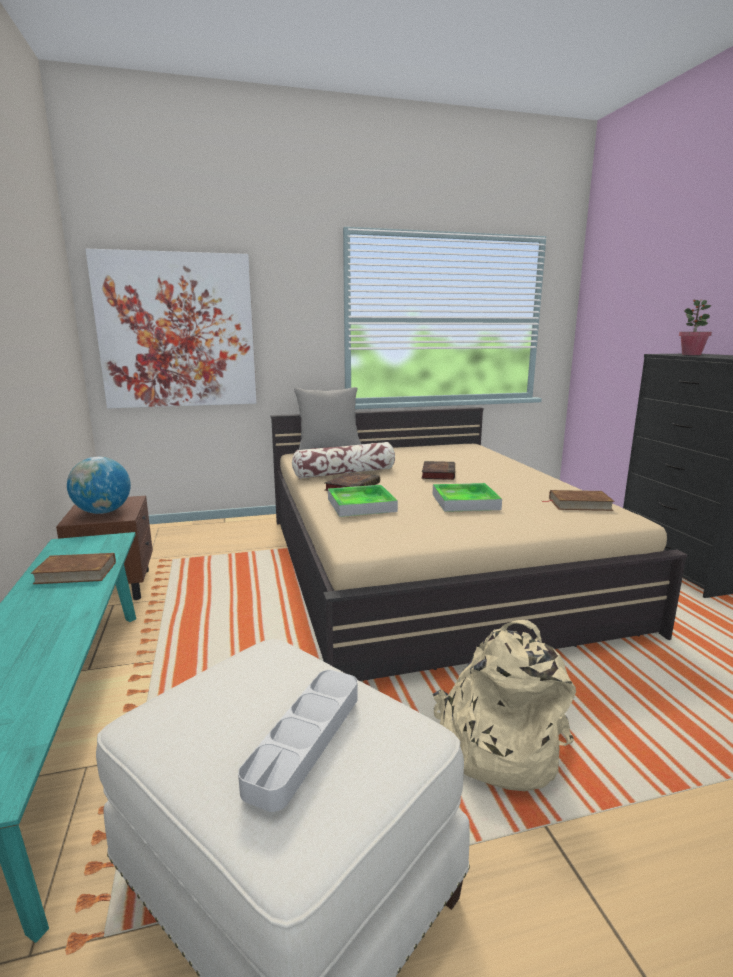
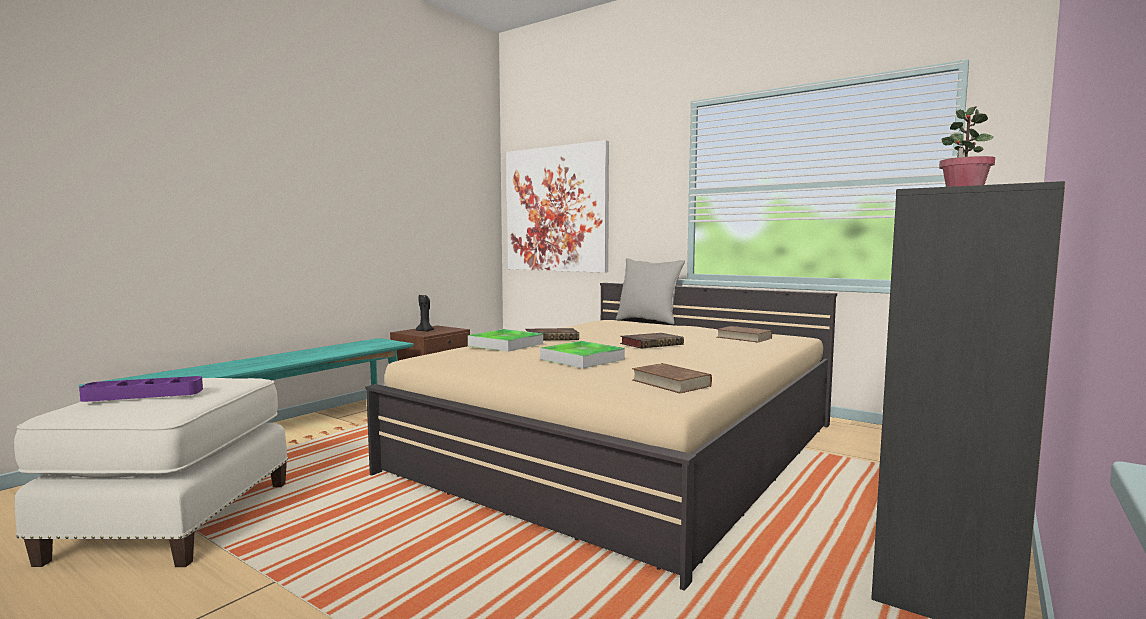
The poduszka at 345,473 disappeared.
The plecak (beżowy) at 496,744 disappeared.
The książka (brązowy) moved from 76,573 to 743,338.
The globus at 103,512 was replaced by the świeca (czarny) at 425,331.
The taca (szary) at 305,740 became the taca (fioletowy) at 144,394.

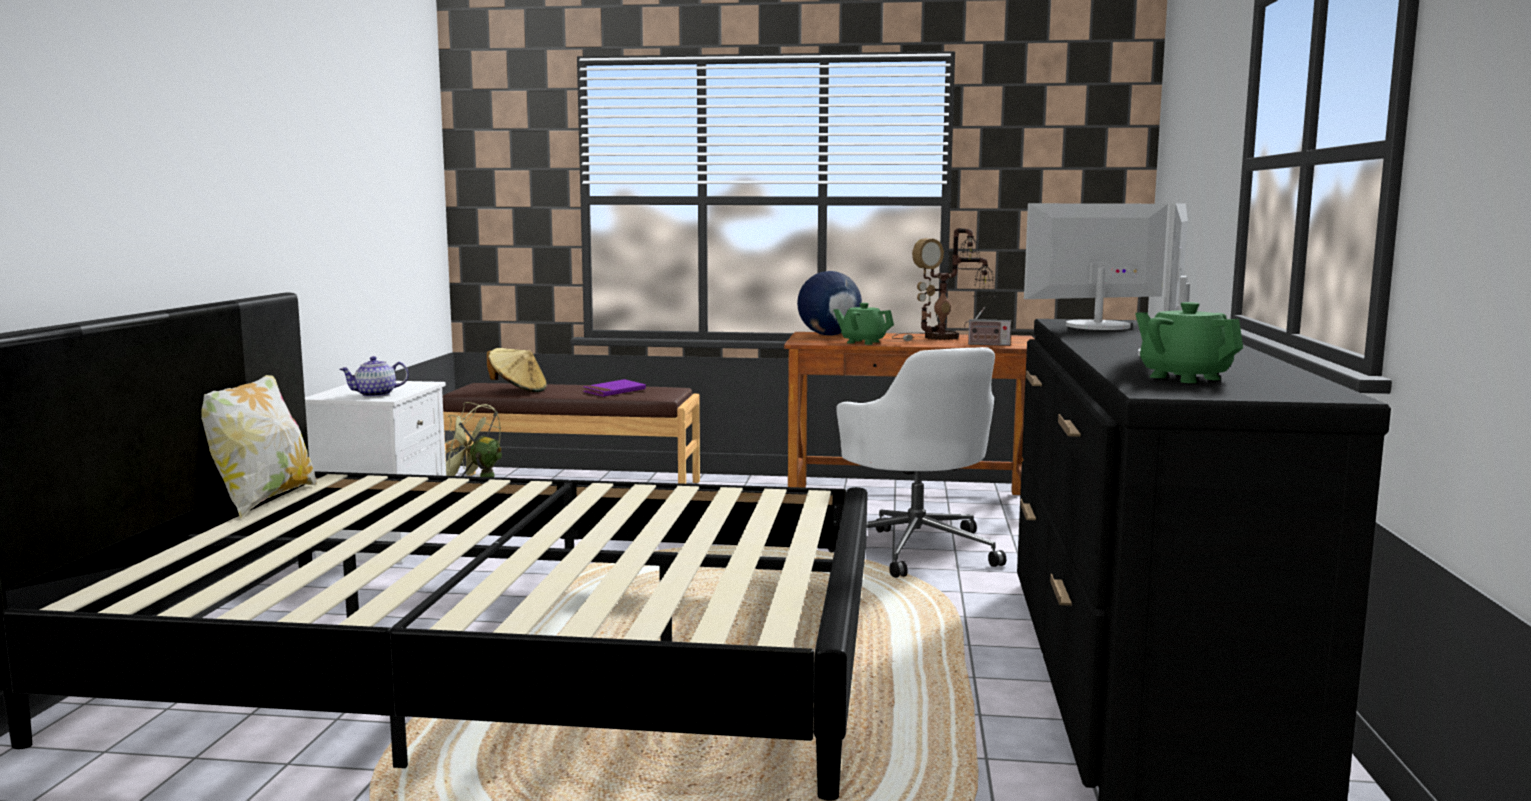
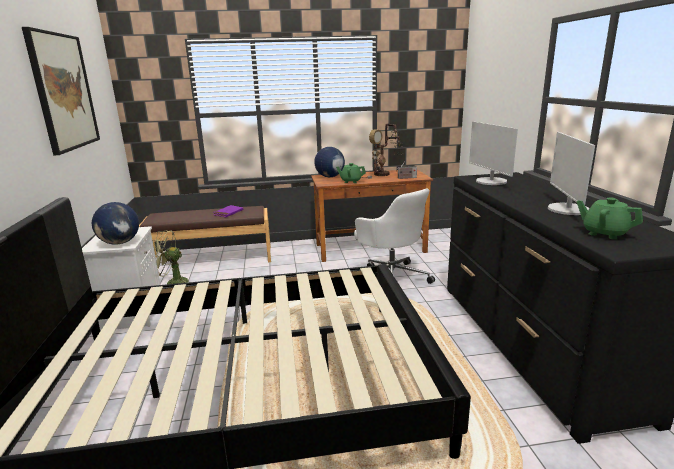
The poduszka at 260,500 disappeared.
The kapelusz (beżowy) at 518,390 disappeared.
The obraz at 64,92 appeared.
The imbryk at 375,394 was replaced by the globus at 120,243.
The monitor at 1096,326 turned 75 degrees counterclockwise.

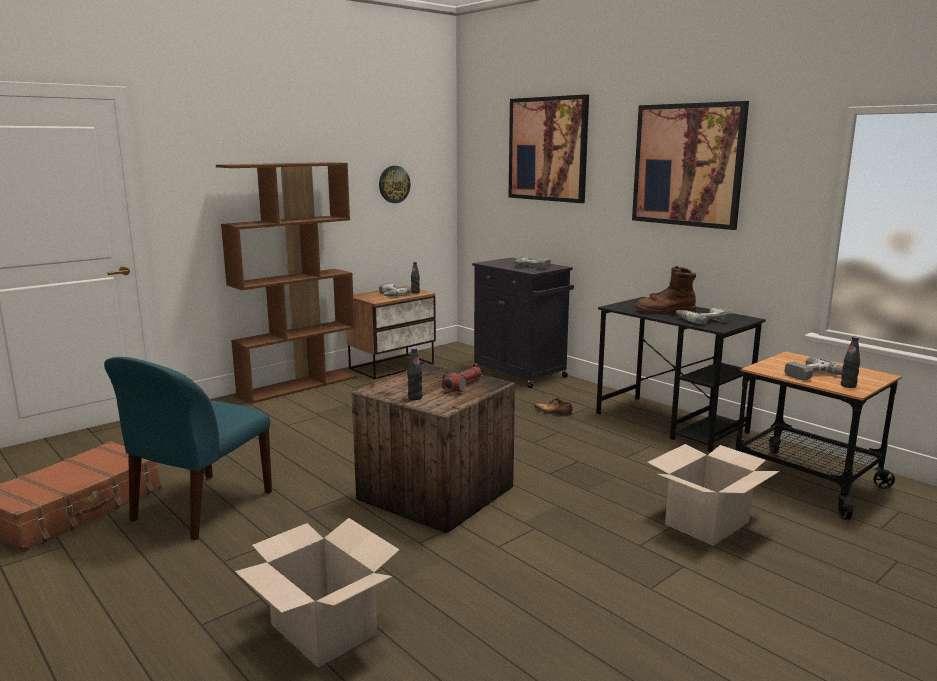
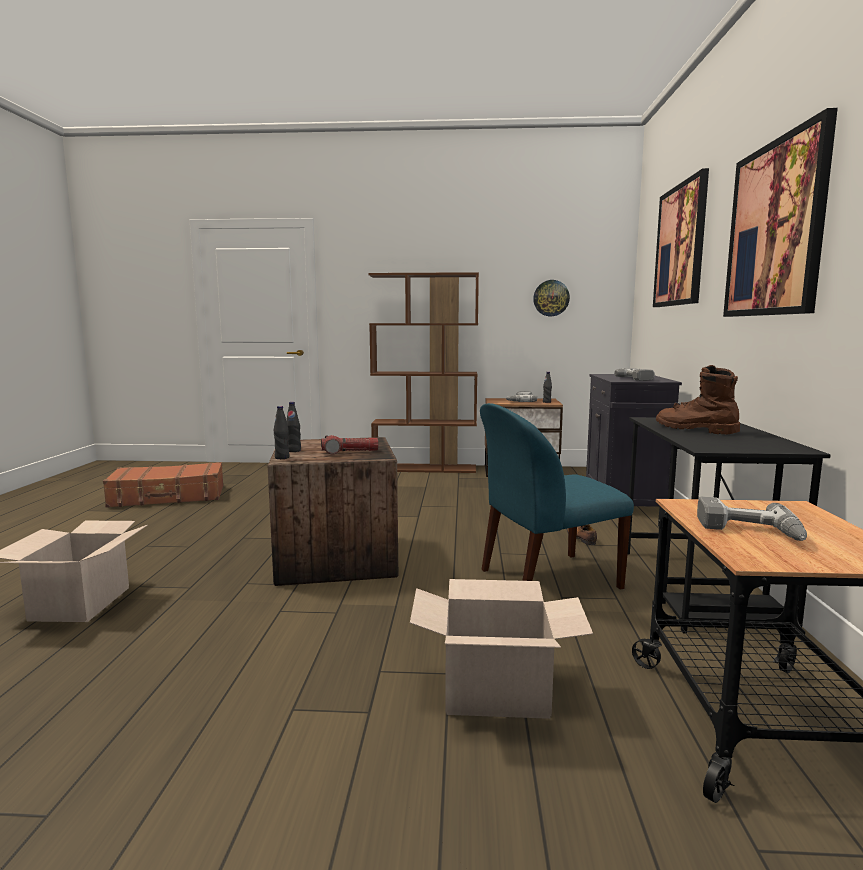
The wiertarka at 702,320 disappeared.
The krzesło (niebieski) moved from 200,507 to 546,579.
The butelka (czarny) moved from 848,386 to 282,458.

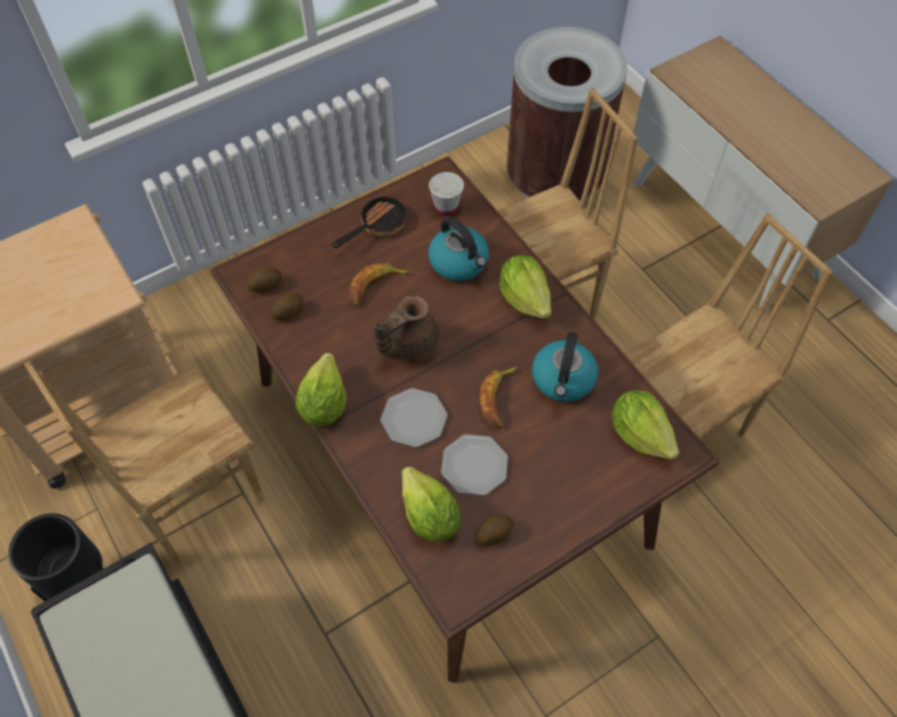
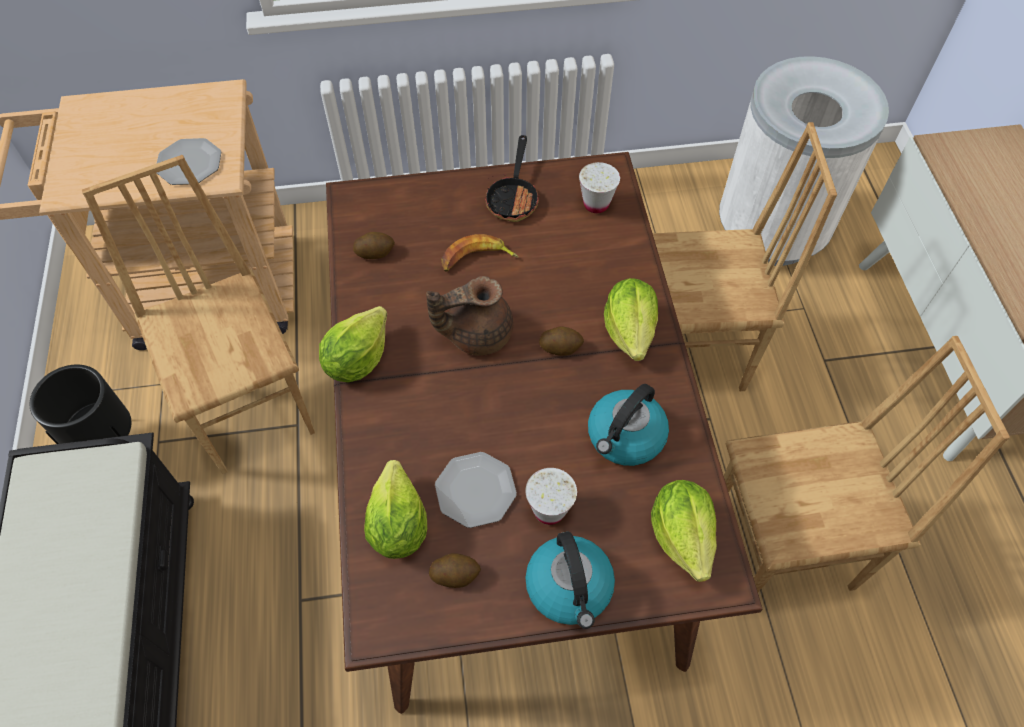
The banan at 498,399 disappeared.
The filiżanka (biały) at 549,510 appeared.
The ziemniak moved from 265,285 to 560,347.
The talerz moved from 413,418 to 189,163.
The czajnik moved from 459,262 to 570,588.
The kosz na śmieci (brązowy) at 554,179 became the kosz na śmieci (biały) at 771,230.
The krzesło (brązowy) at 194,495 turned 75 degrees clockwise.
The patelnia at 377,225 turned 120 degrees clockwise.

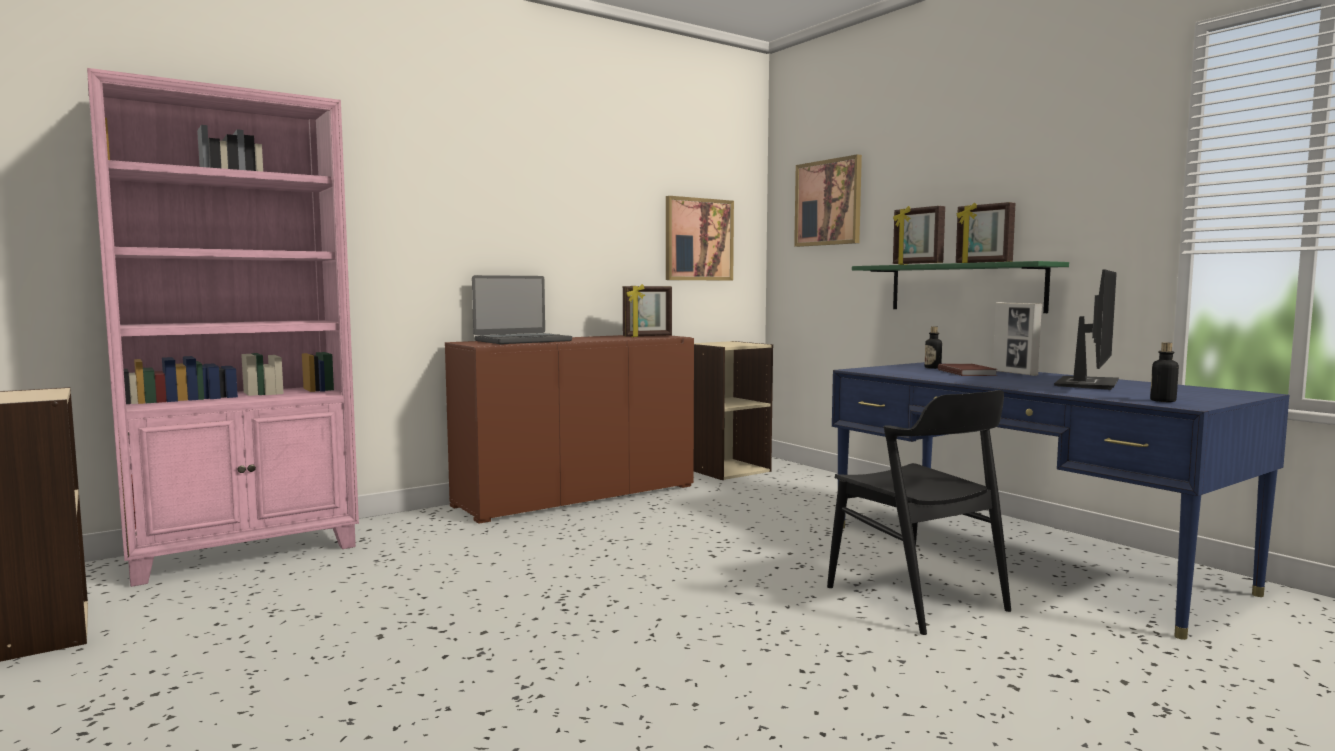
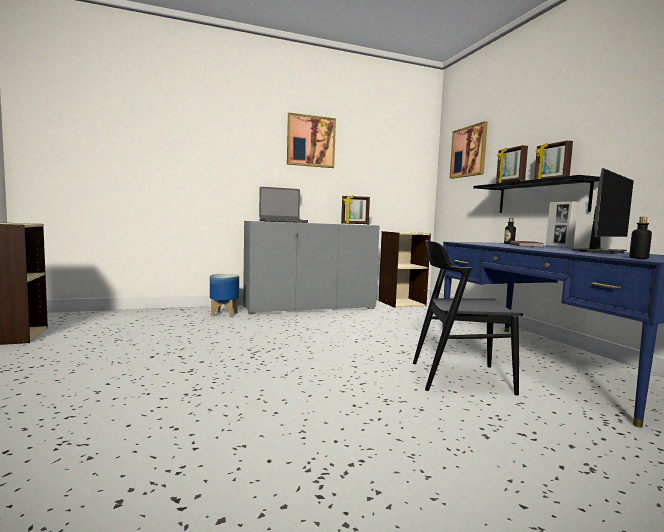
The regał (różowy) at 246,552 disappeared.
The donica at 224,314 appeared.
The obraz moved from 698,239 to 311,141.
The szafka (brązowy) at 576,495 became the szafka (szary) at 309,307.
The półka (zielony) at 965,287 became the półka (czarny) at 541,197.
The krzesło (czarny) at 916,598 turned 105 degrees clockwise.

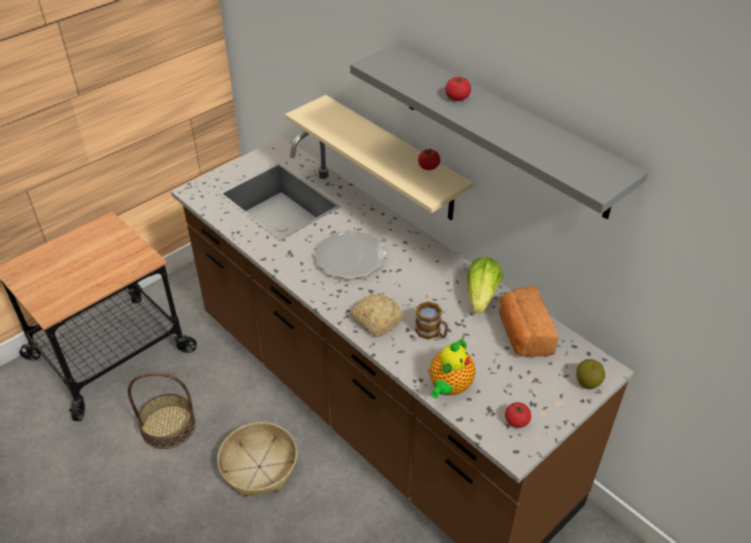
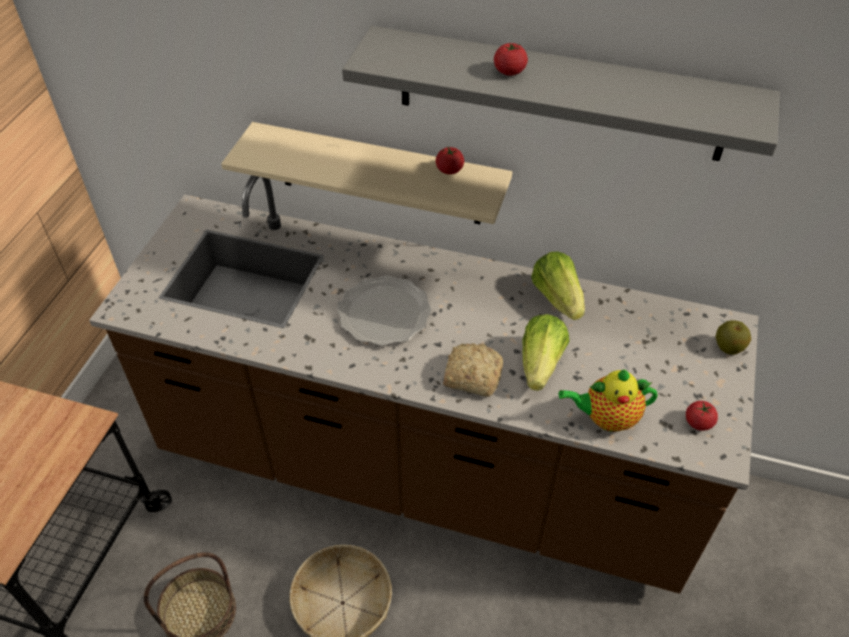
The chleb at 523,335 disappeared.
The kubek at 432,333 was replaced by the sałata at 541,364.
The imbryk at 449,387 turned 90 degrees clockwise.

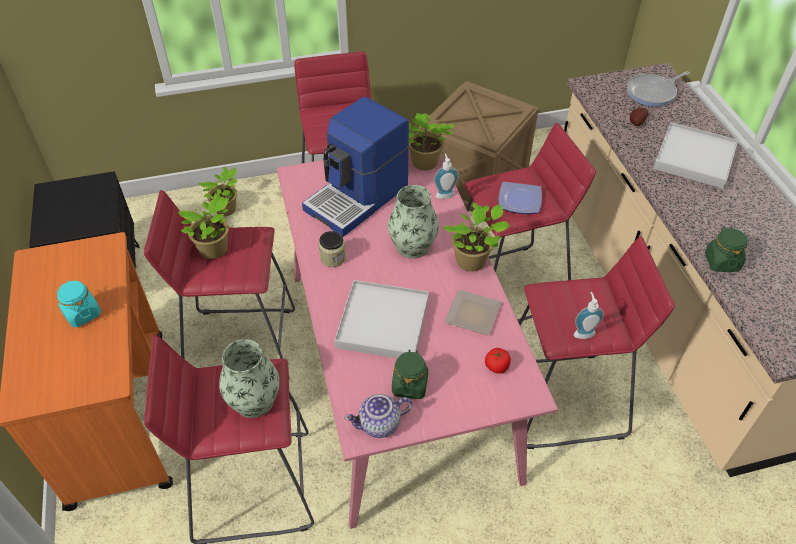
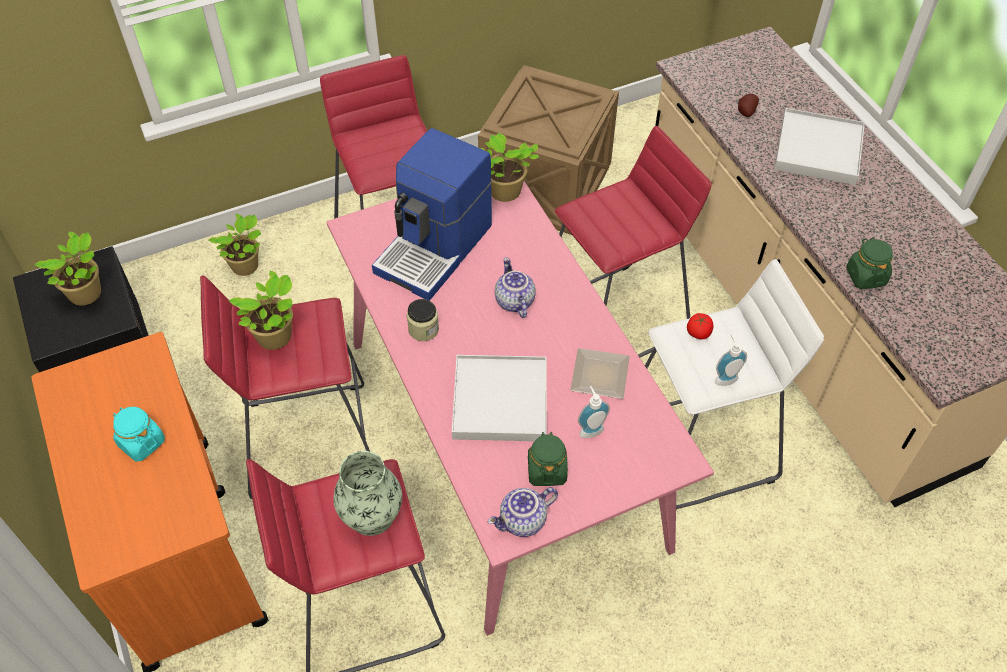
The talerz at 518,200 disappeared.
The patelnia at 653,92 disappeared.
The dozownik mydła moved from 444,194 to 590,429.
The roślina doniczkowa moved from 473,262 to 88,294.
The pomidor moved from 497,366 to 698,332.
The wazon at 412,246 was replaced by the imbryk at 513,301.
The stołek (czerwony) at 563,401 became the stołek (biały) at 700,448.

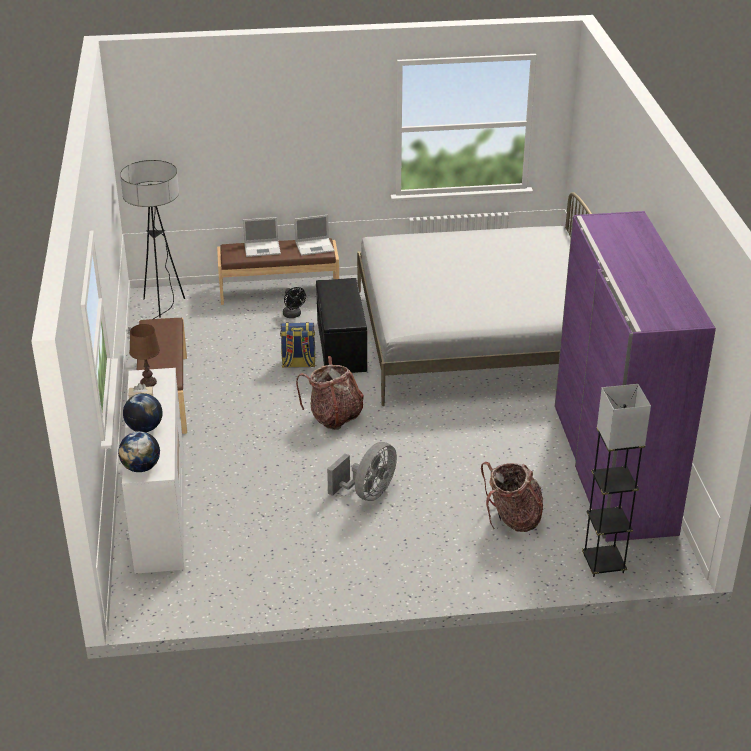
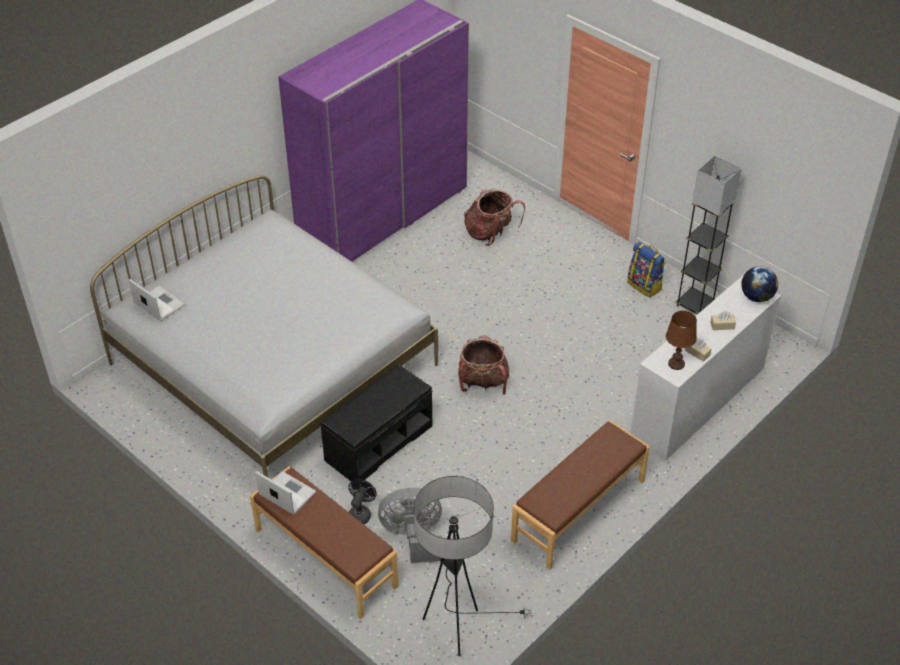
The laptop moved from 263,248 to 158,304.
The plecak moved from 298,364 to 645,285.
The wentylator (szary) moved from 367,493 to 413,537.
The lampa stojąca (czarny) moved from 603,564 to 695,305.
The globus at 144,428 was replaced by the pudełko chusteczek (beżowy) at 722,325.

